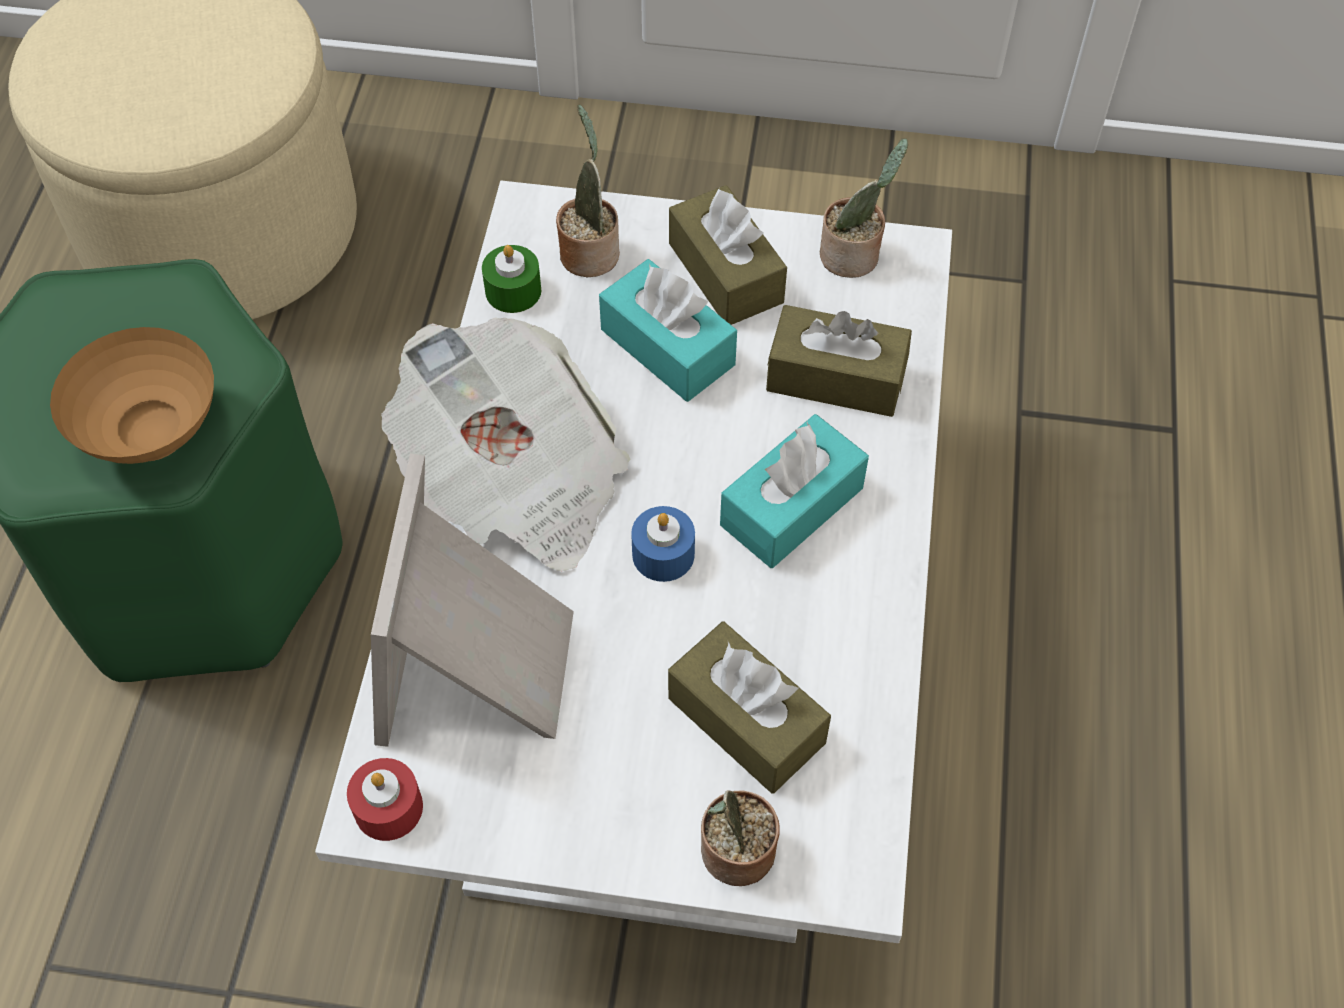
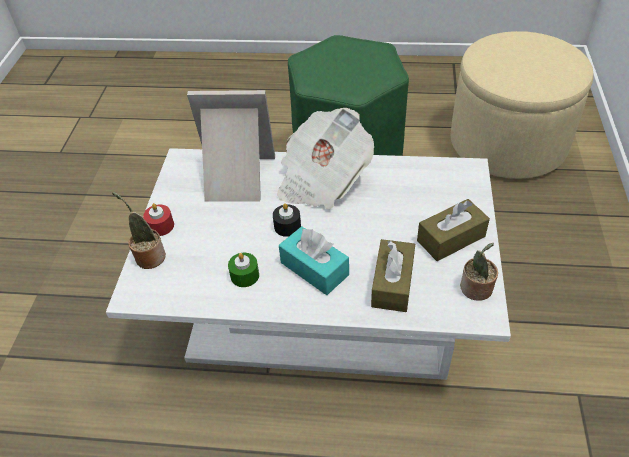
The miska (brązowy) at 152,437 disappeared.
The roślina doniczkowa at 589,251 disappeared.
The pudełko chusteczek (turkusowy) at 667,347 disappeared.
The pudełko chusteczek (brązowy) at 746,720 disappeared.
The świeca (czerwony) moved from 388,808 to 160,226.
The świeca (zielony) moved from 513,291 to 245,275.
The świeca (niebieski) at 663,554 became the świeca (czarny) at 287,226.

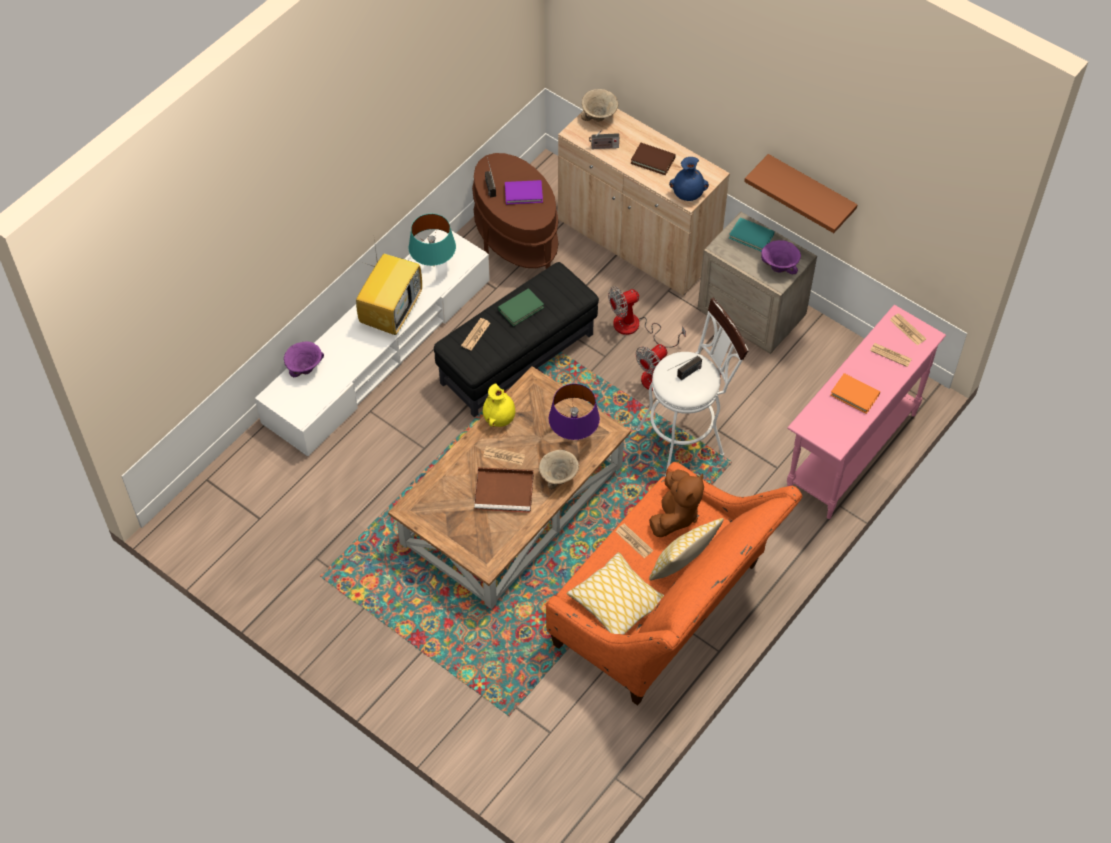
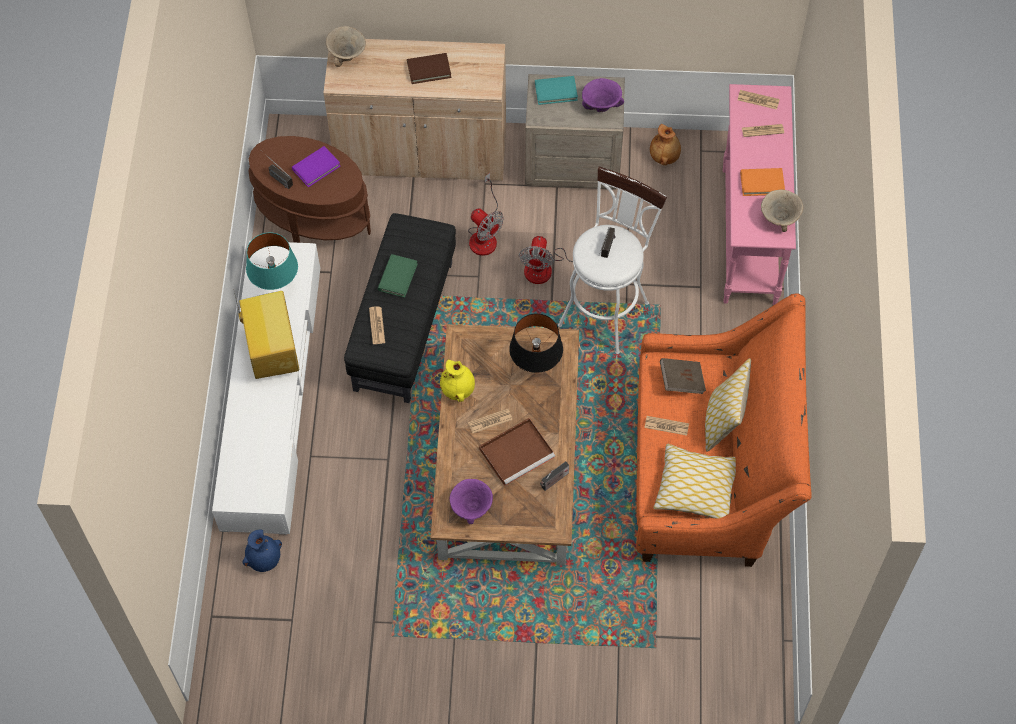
The półka (brązowy) at 810,191 disappeared.
The wazon (brązowy) at 665,156 appeared.
The miska (fioletowy) moved from 304,367 to 471,507.
The miska (beżowy) moved from 558,477 to 778,219.
The radio moved from 603,147 to 554,481.
The wazon (niebieski) moved from 688,194 to 264,560.
The pluszak (brązowy) at 675,515 was replaced by the książka (brązowy) at 681,381.
The lampa stołowa (fioletowy) at 573,436 became the lampa stołowa (czarny) at 535,365.
The wentylator at 635,328 turned 75 degrees counterclockwise.

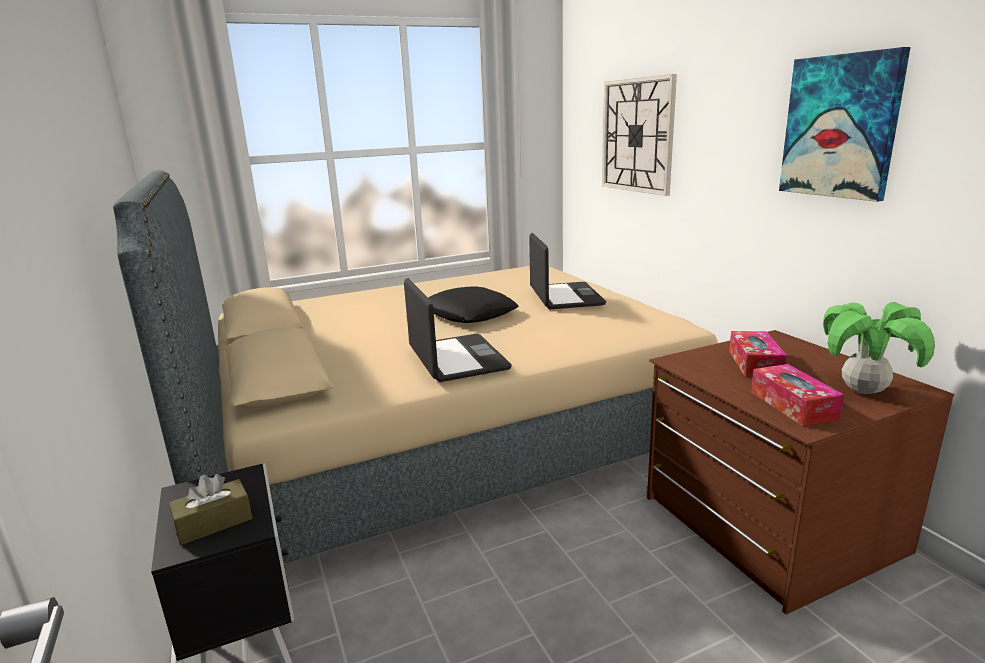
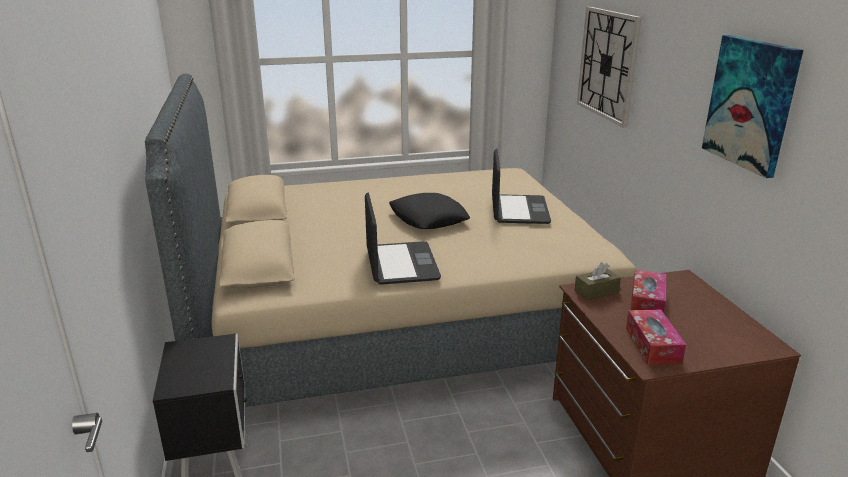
The roślina doniczkowa at 863,390 disappeared.
The pudełko chusteczek (brązowy) moved from 214,523 to 596,291.

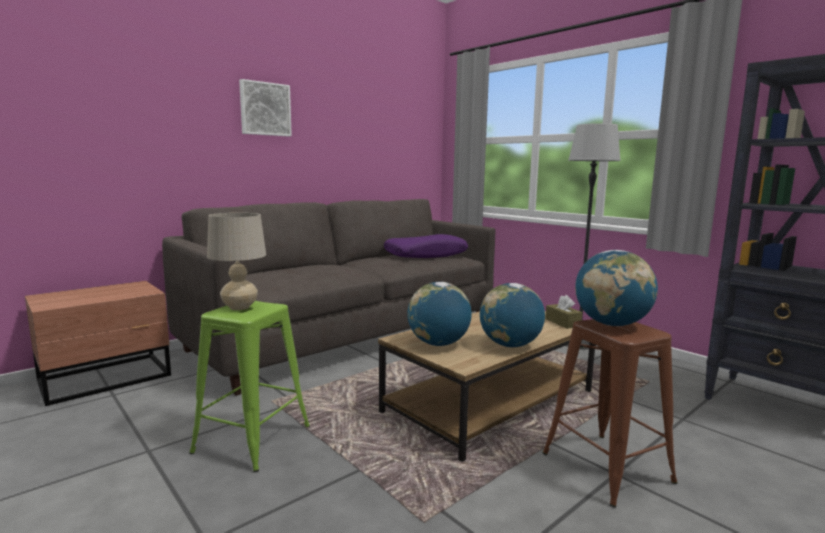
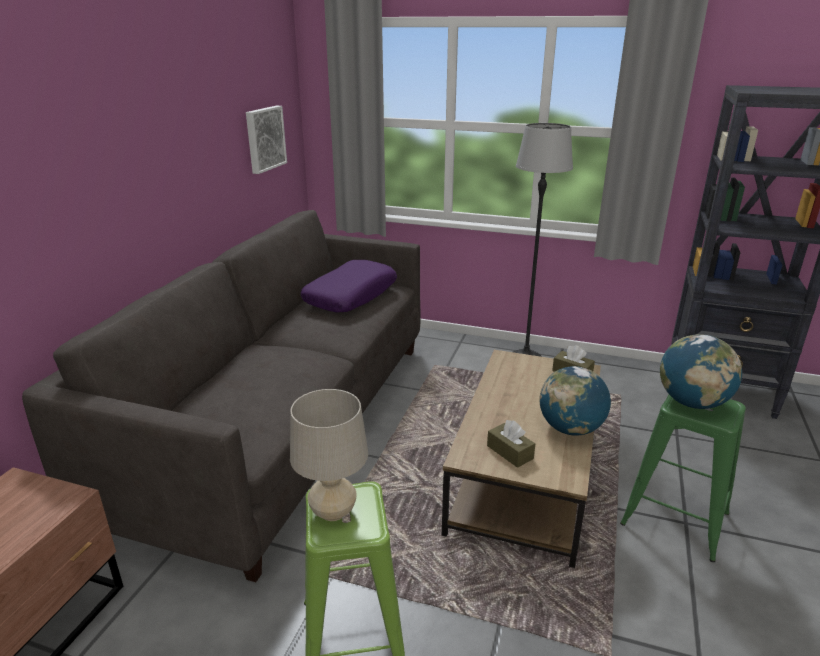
The obraz moved from 265,109 to 264,138.
The globus at 438,344 was replaced by the pudełko chusteczek (brązowy) at 510,452.
The stołek (brązowy) at 605,467 became the stołek (zielony) at 674,518.

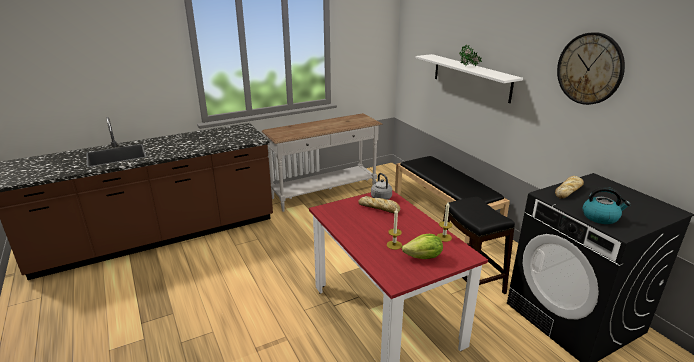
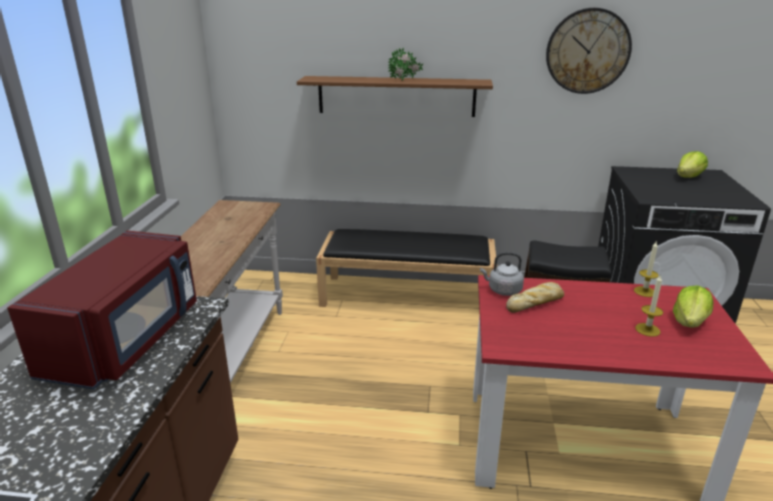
The chleb at 568,190 disappeared.
The czajnik at 600,217 disappeared.
The mikrofalówka (czerwony) at 127,339 appeared.
The sałata at 689,177 appeared.
The półka (biały) at 471,77 became the półka (brązowy) at 396,96.

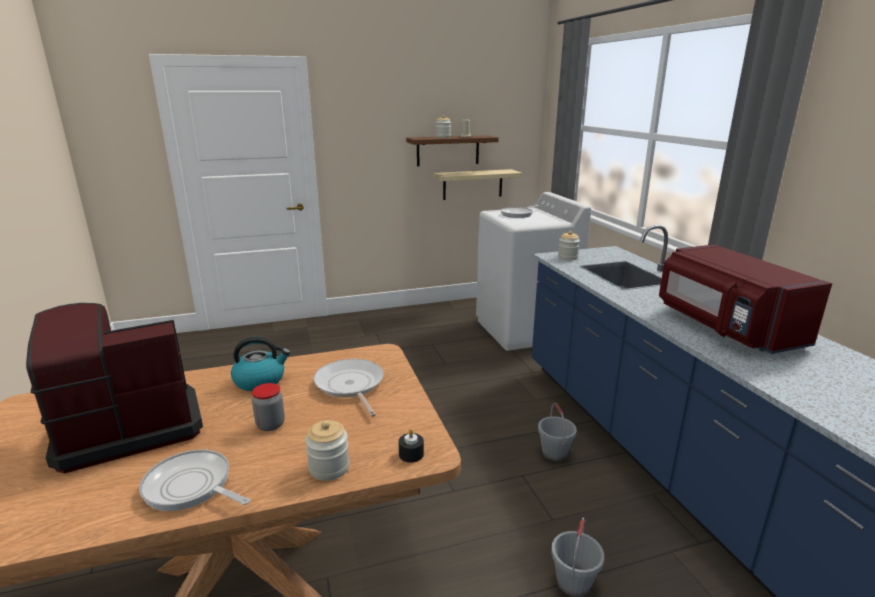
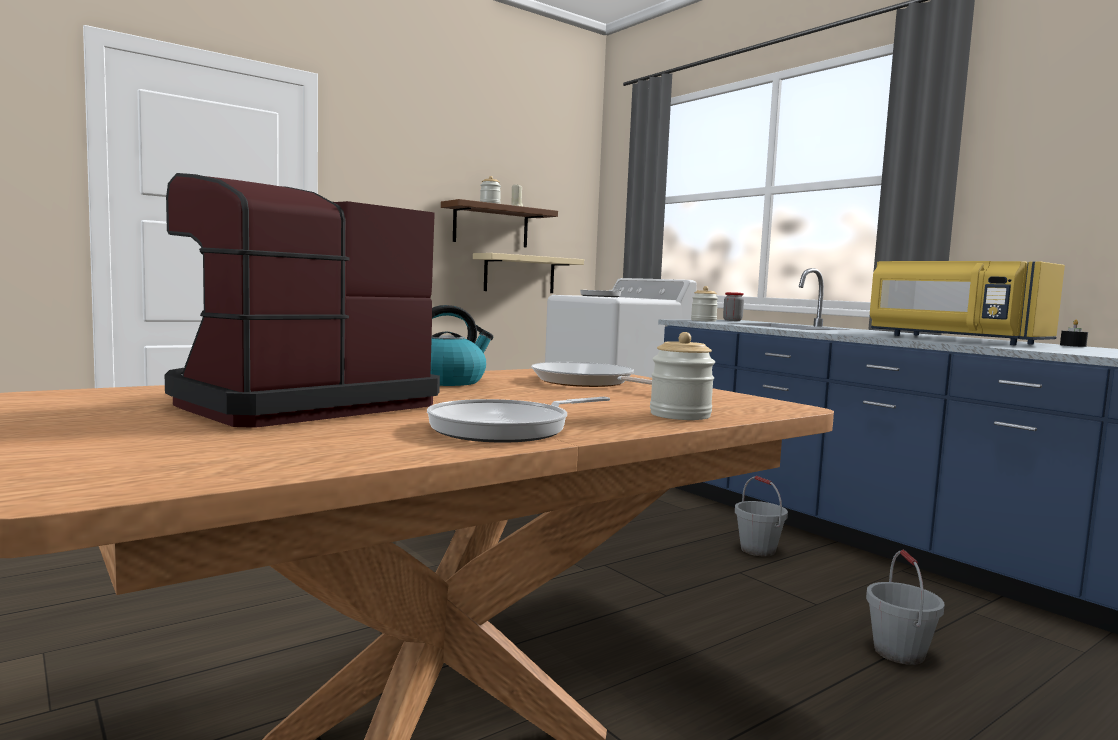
The słoik moved from 270,425 to 732,320.
The świeca (czarny) moved from 411,454 to 1073,345.
The mikrofalówka (czerwony) at 724,327 became the mikrofalówka (żółty) at 952,339.
The patelnia at 191,487 turned 45 degrees counterclockwise.

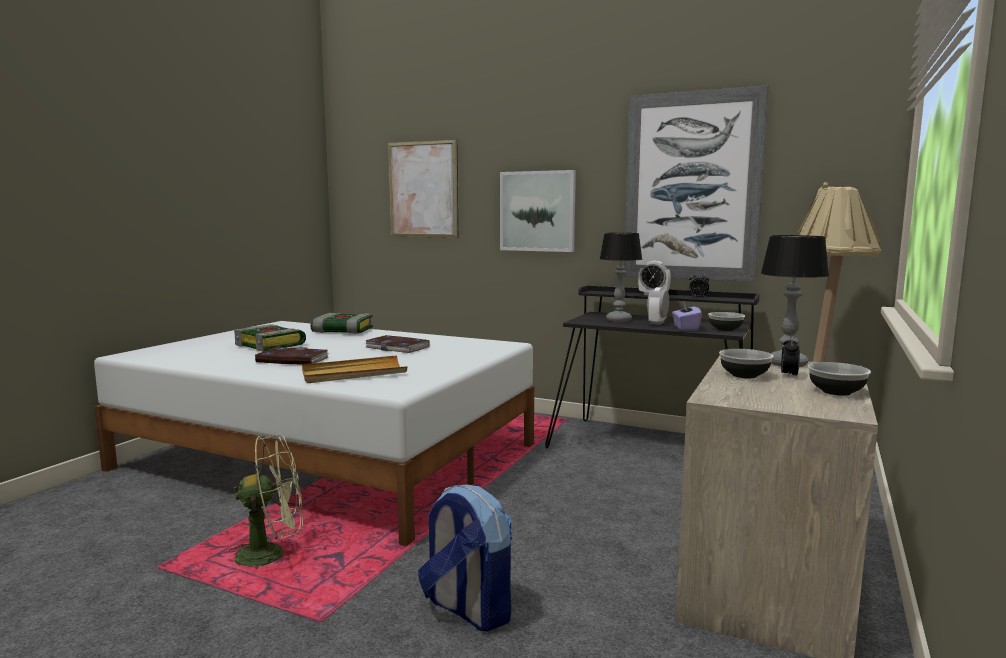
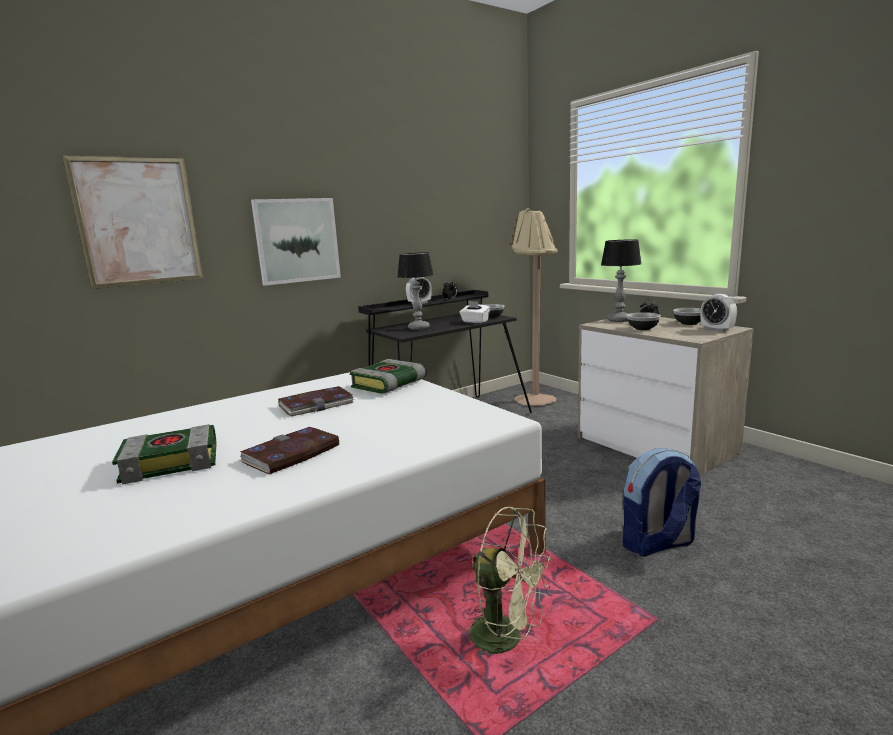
The taca (beżowy) at 353,373 disappeared.
The obraz at 691,187 disappeared.
The książka moved from 342,331 to 389,385.
The budzik moved from 657,323 to 717,330.
The pudełko chusteczek (fioletowy) at 685,328 became the pudełko chusteczek (biały) at 475,321.
The wentylator (zielony) at 271,554 turned 105 degrees clockwise.

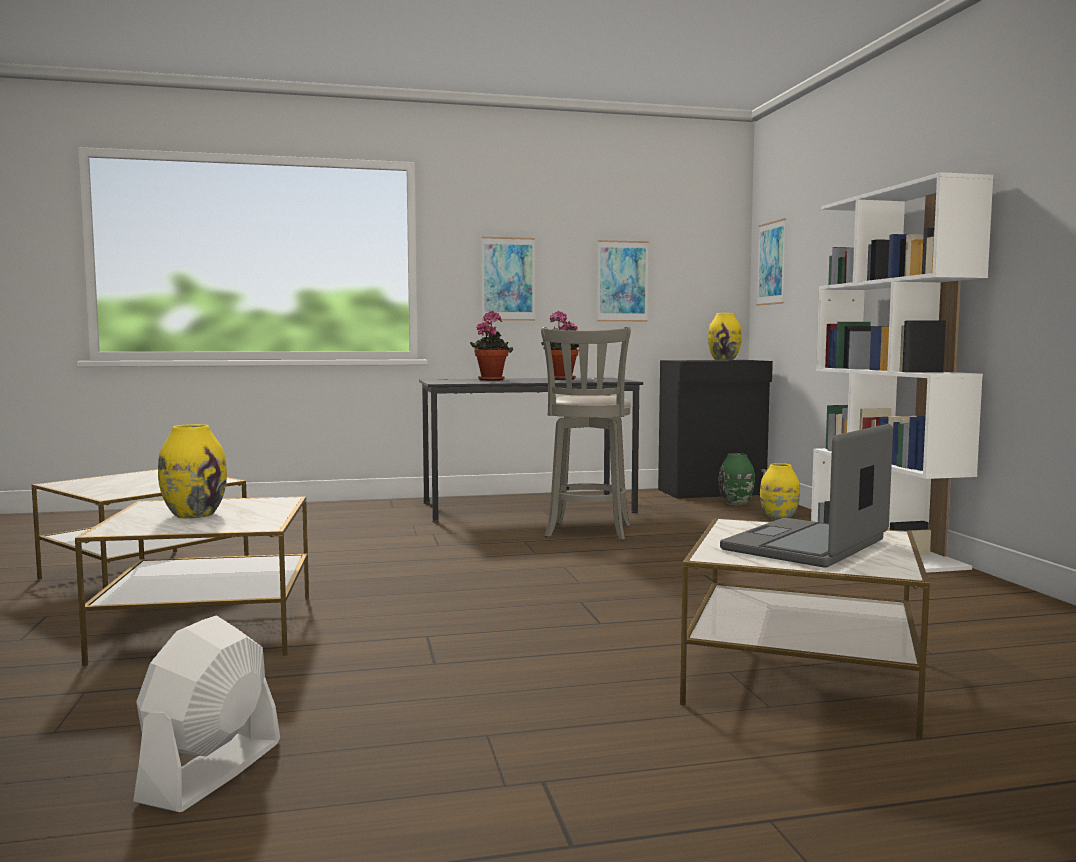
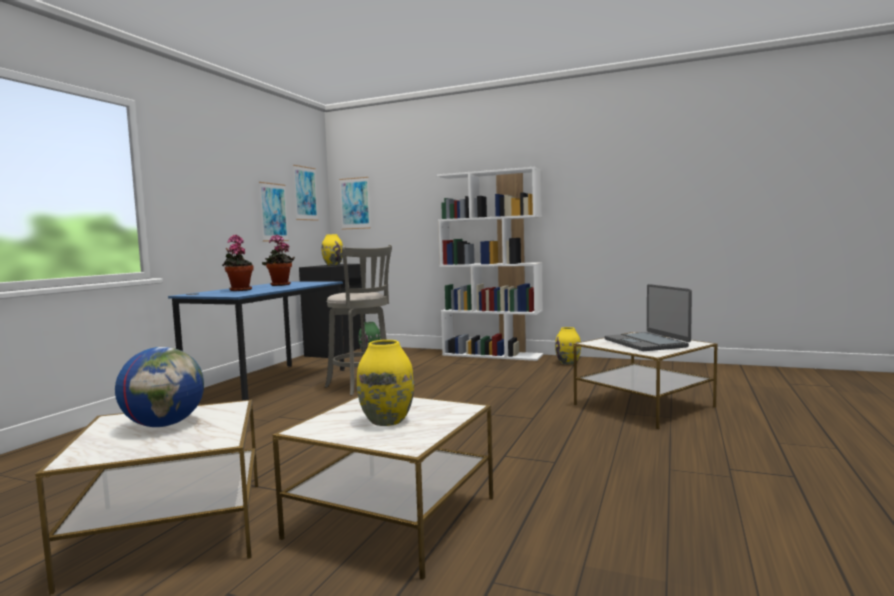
The wentylator (biały) at 211,771 disappeared.
The globus at 164,424 appeared.
The obraz moved from 508,279 to 305,193.
The wazon (żółty) moved from 779,518 to 568,363.
The biurko (czarny) at 527,507 became the biurko (niebieski) at 271,385.

